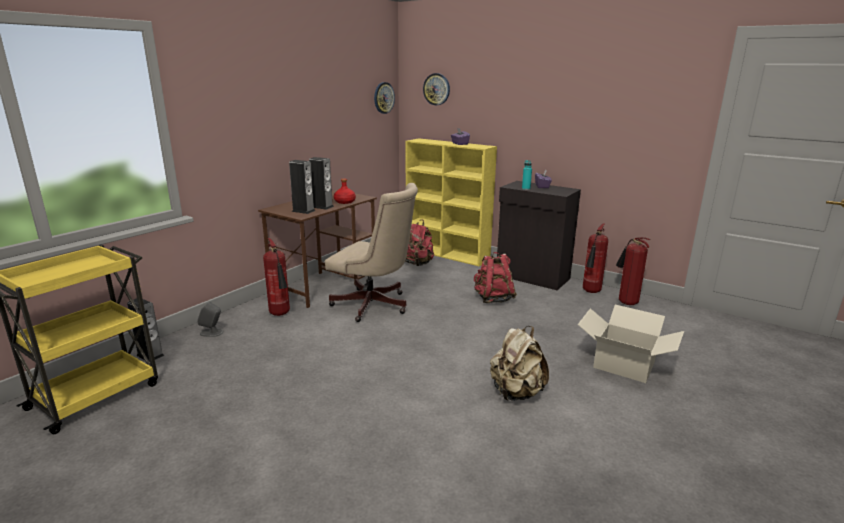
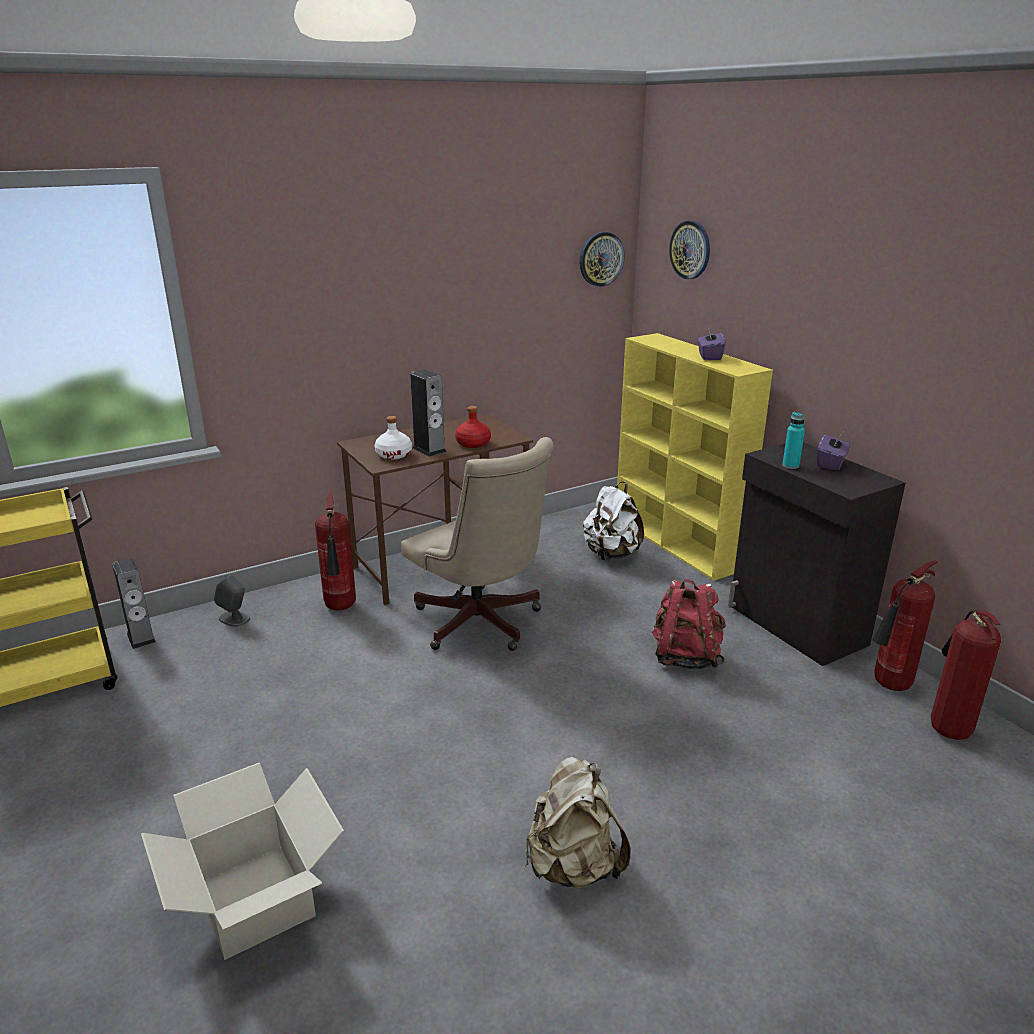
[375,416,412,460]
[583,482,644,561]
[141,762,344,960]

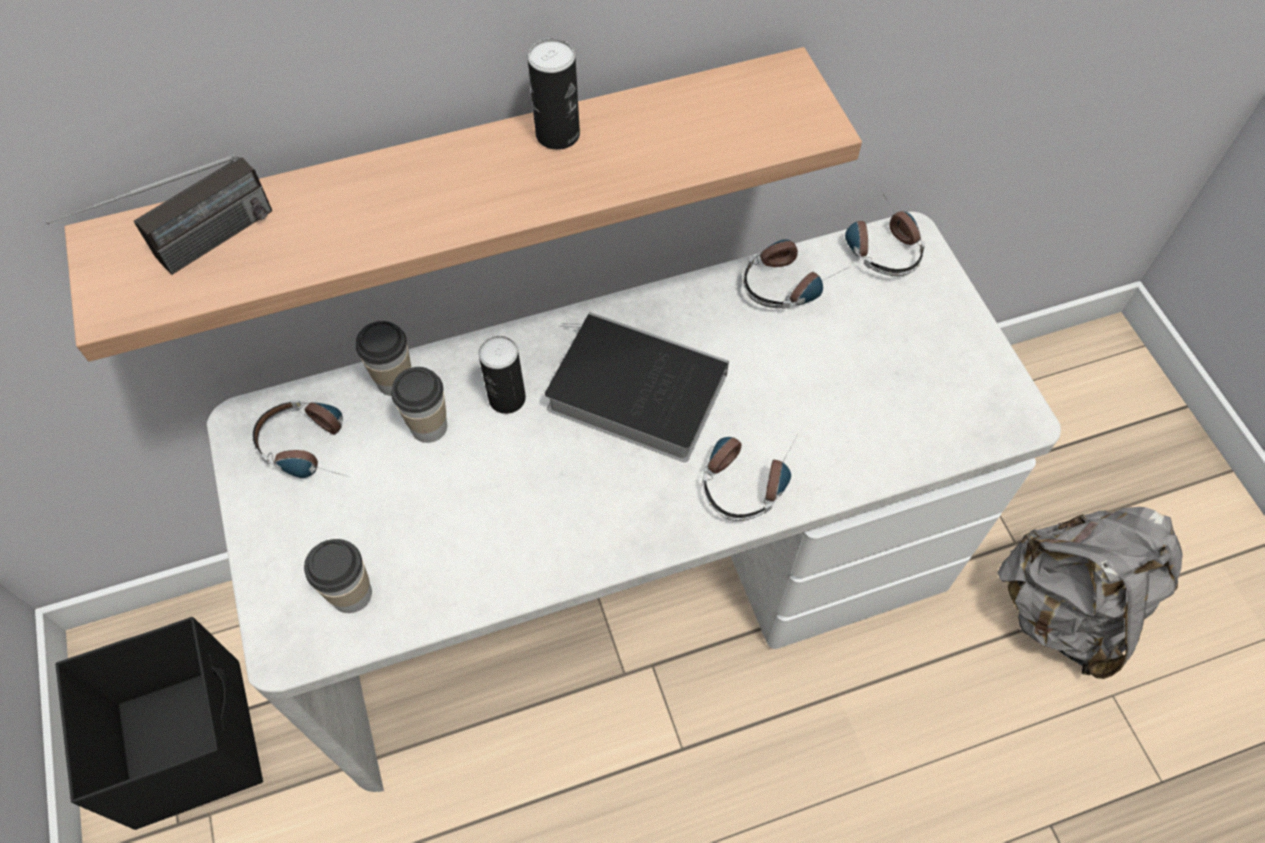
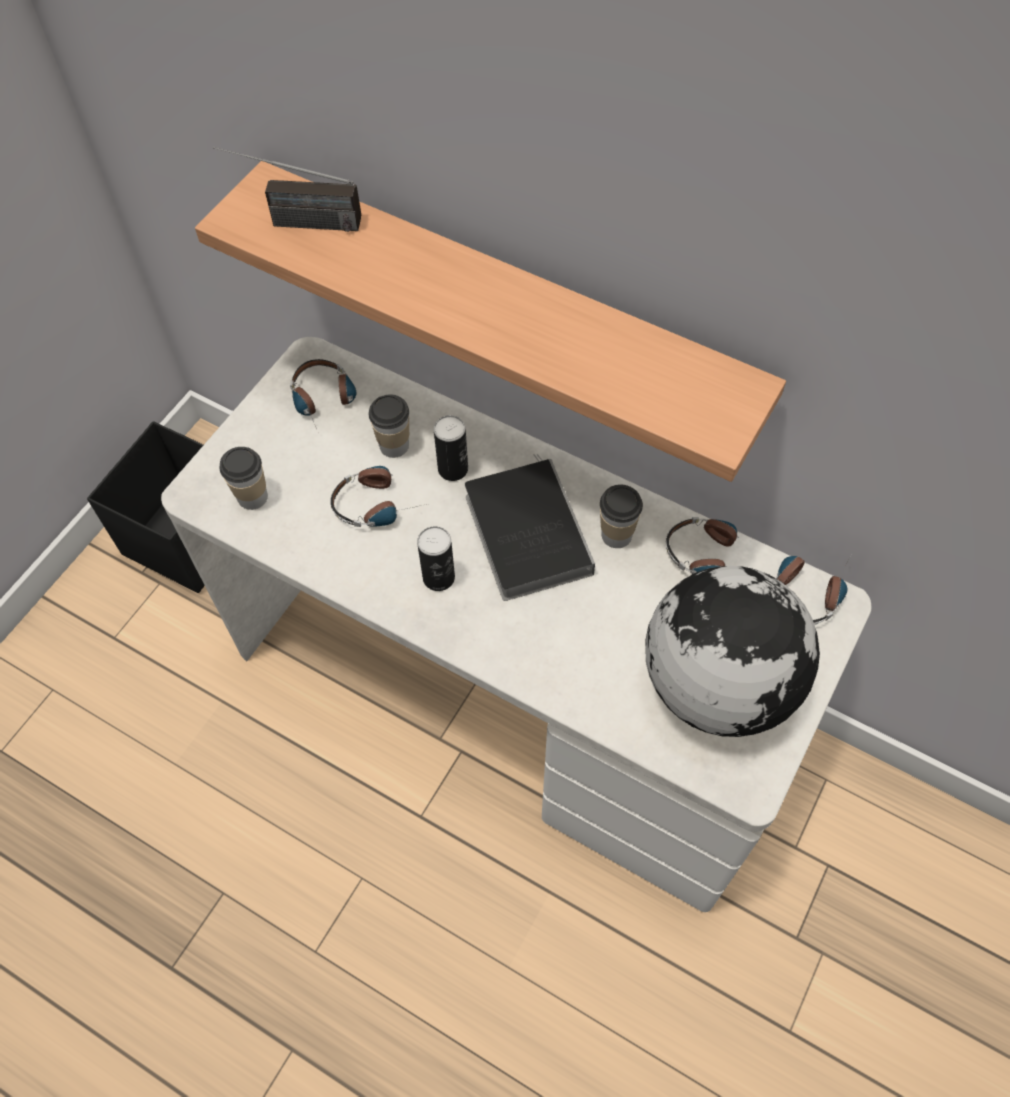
[600,484,643,548]
[417,526,455,591]
[330,466,427,527]
[998,507,1183,679] (first image)
[645,566,820,737]

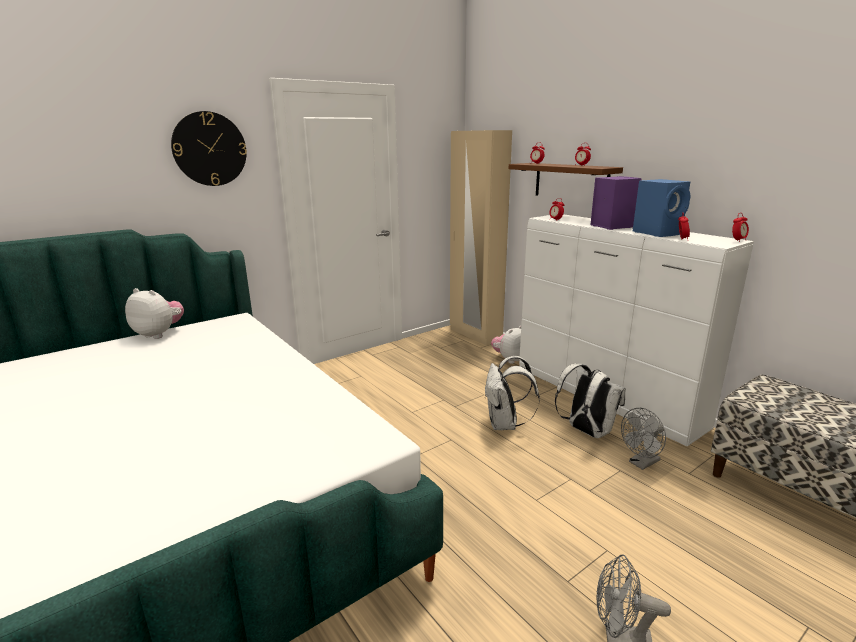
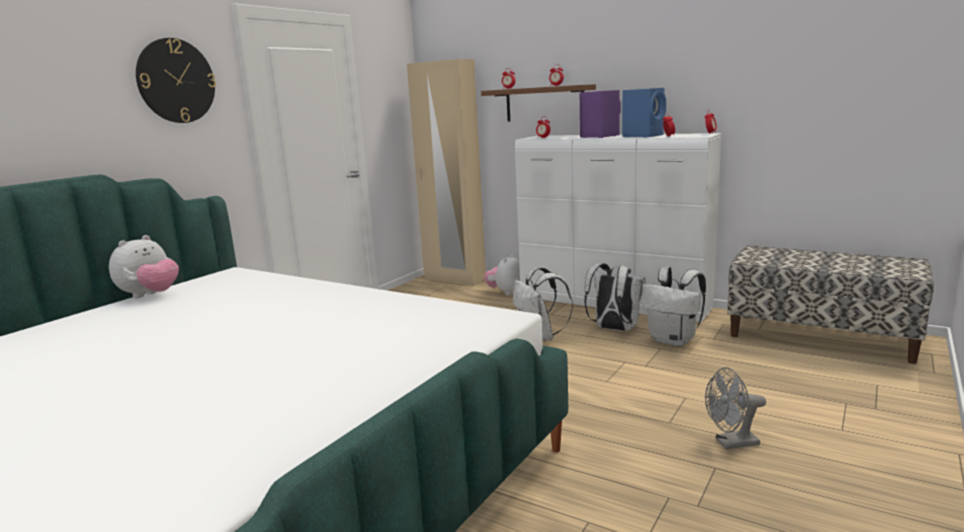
[109,235,179,298]
[641,267,706,346]

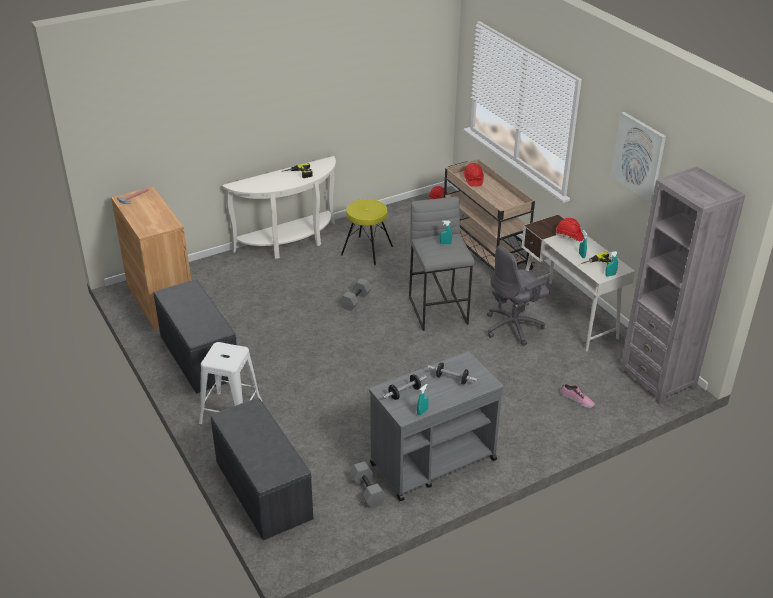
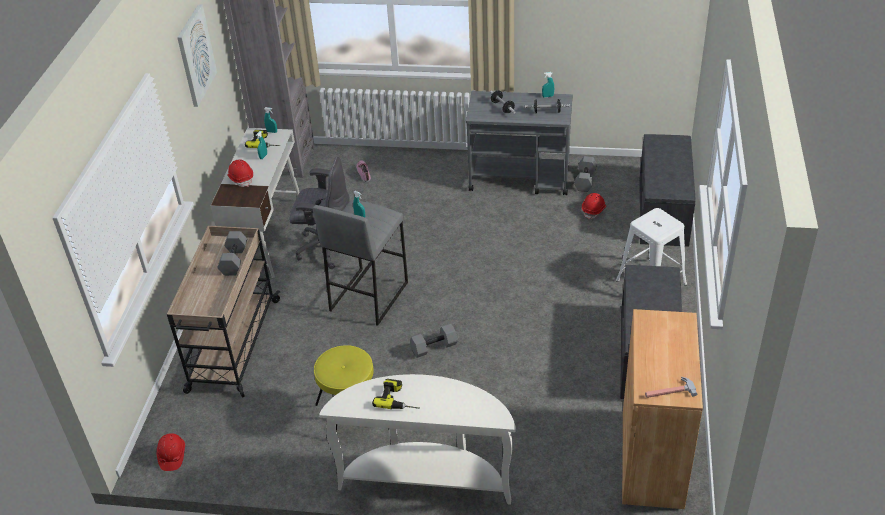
[582,193,606,220]
[217,231,247,276]

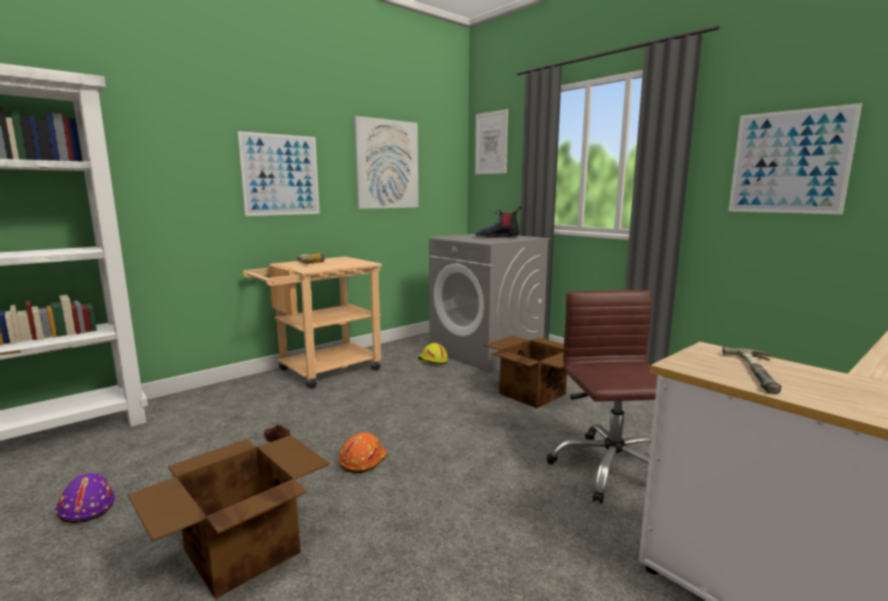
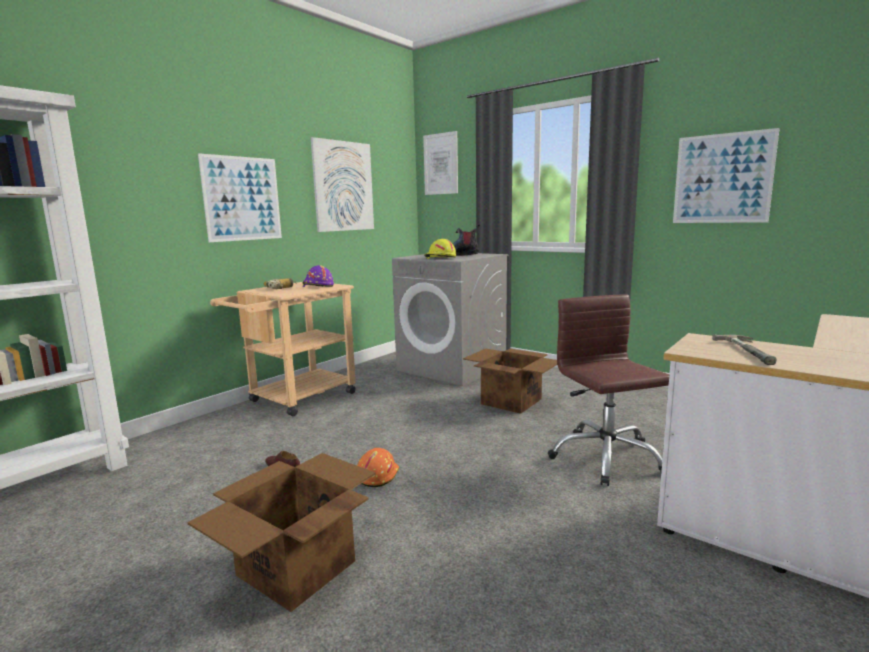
[302,265,334,287]
[424,239,456,259]

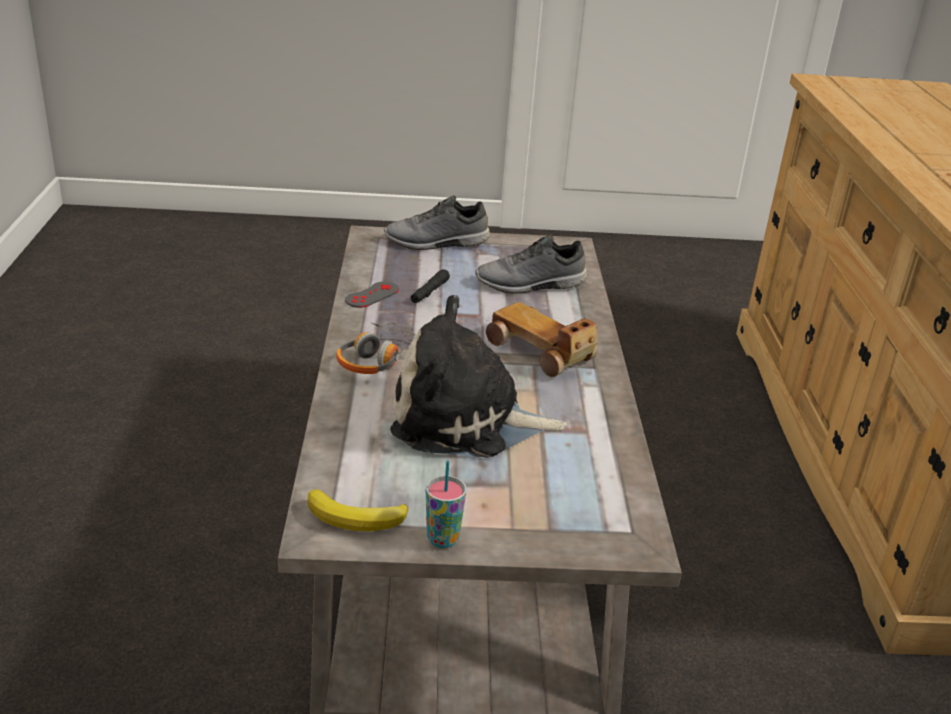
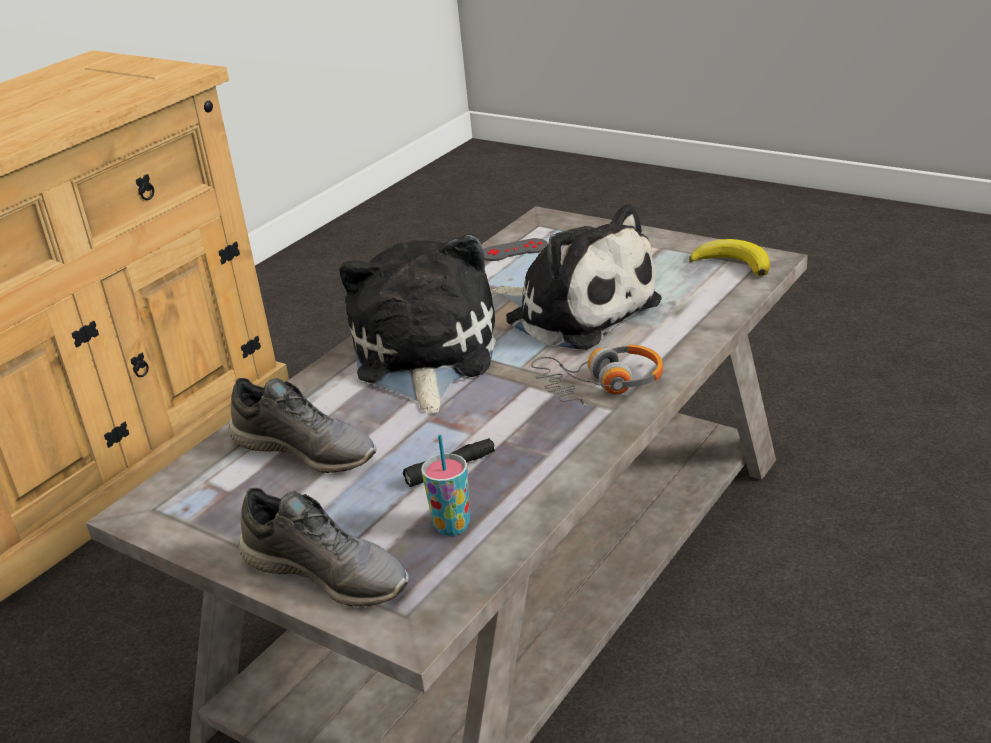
[483,238,548,261]
[421,435,470,536]
[340,234,496,414]

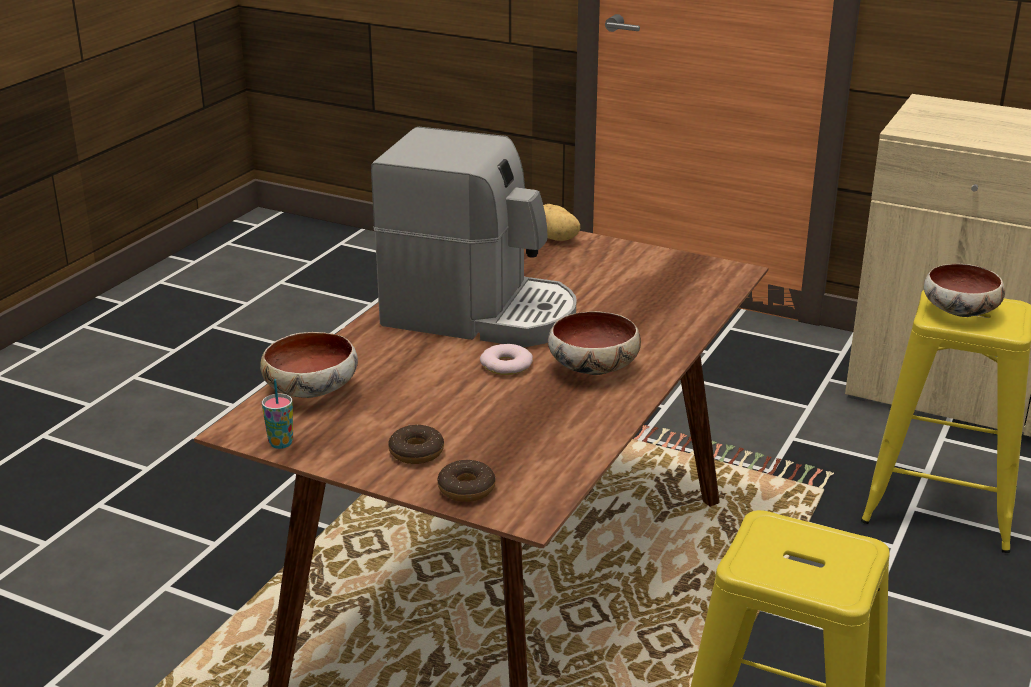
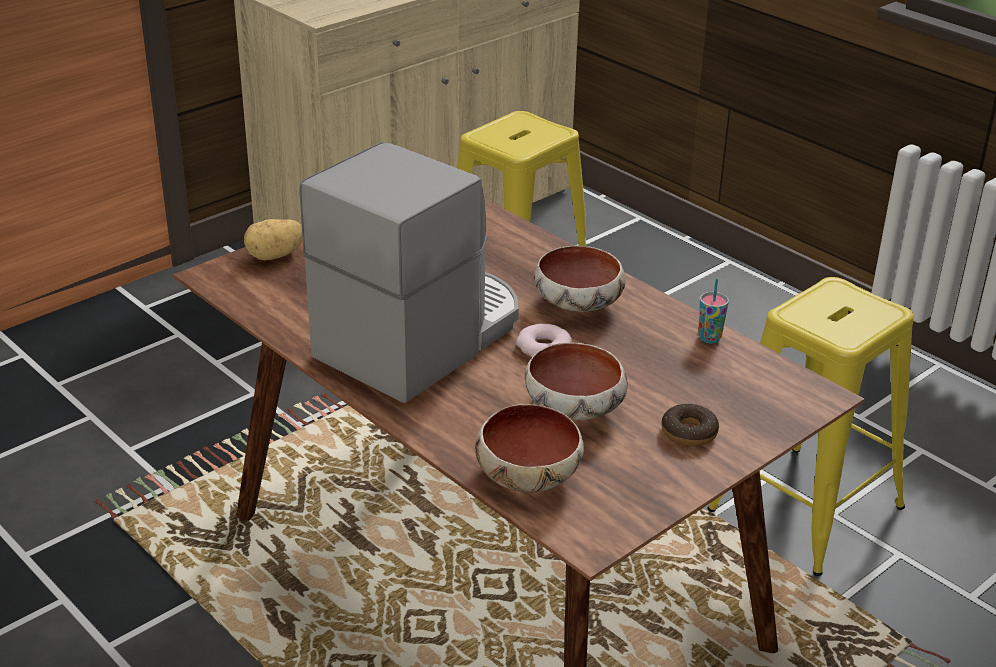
[698,279,729,344]
[438,460,495,502] (first image)
[525,342,628,420]

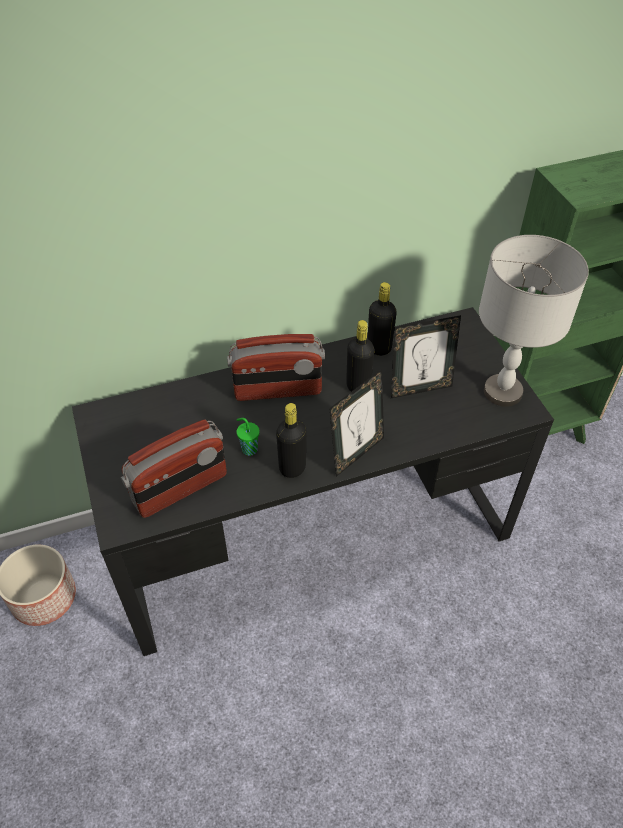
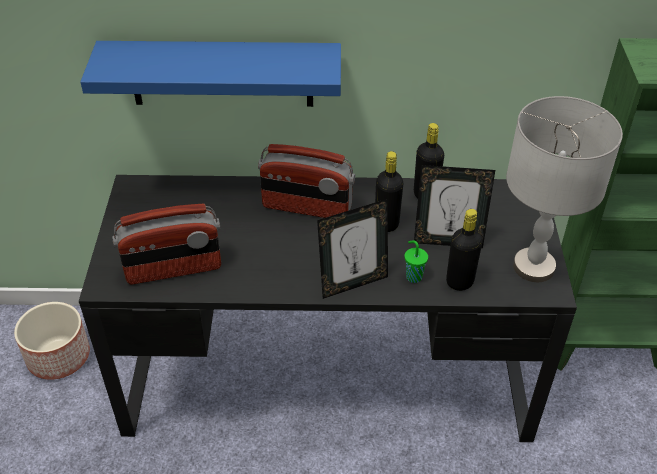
[405,240,428,283]
[446,209,483,291]
[80,41,341,107]

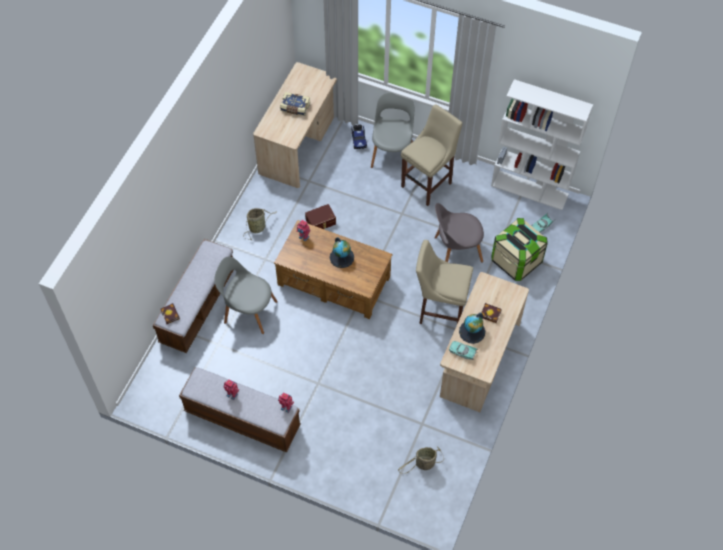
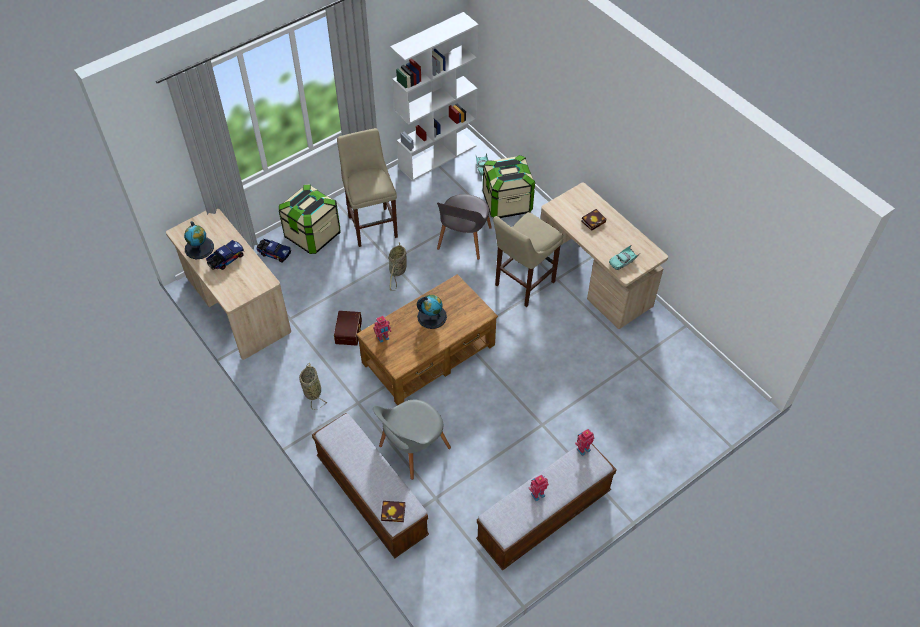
[206,240,244,270]
[279,184,341,254]
[389,242,406,291]
[184,221,214,259]

